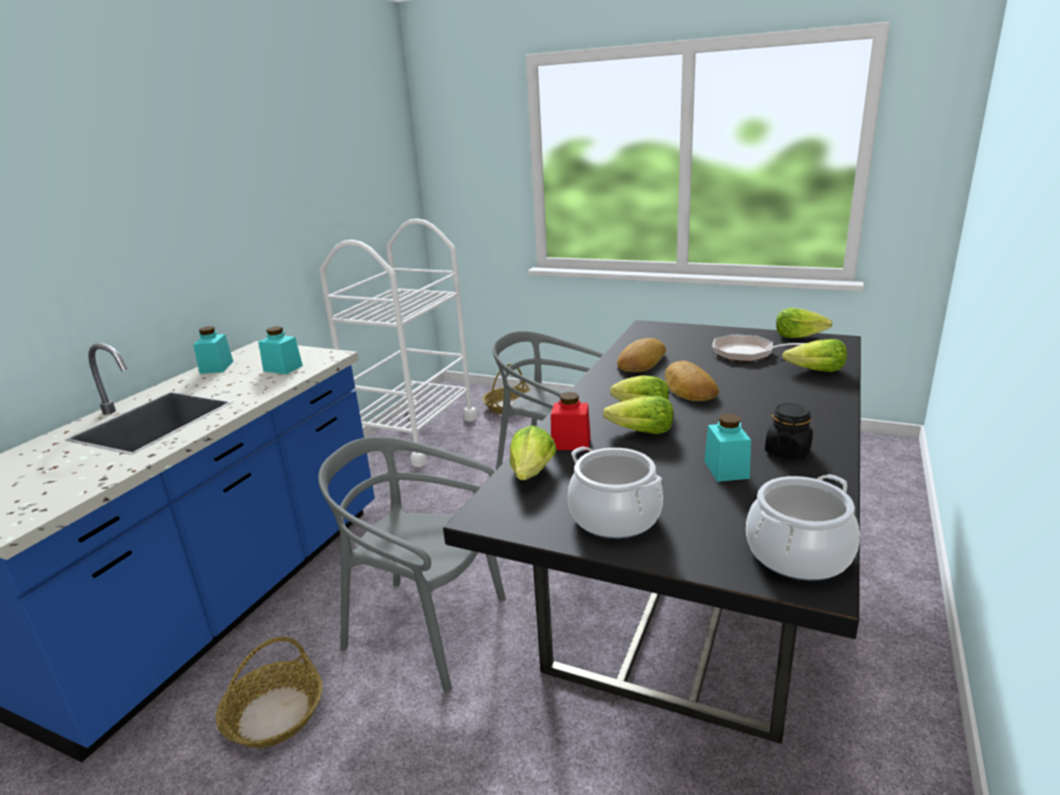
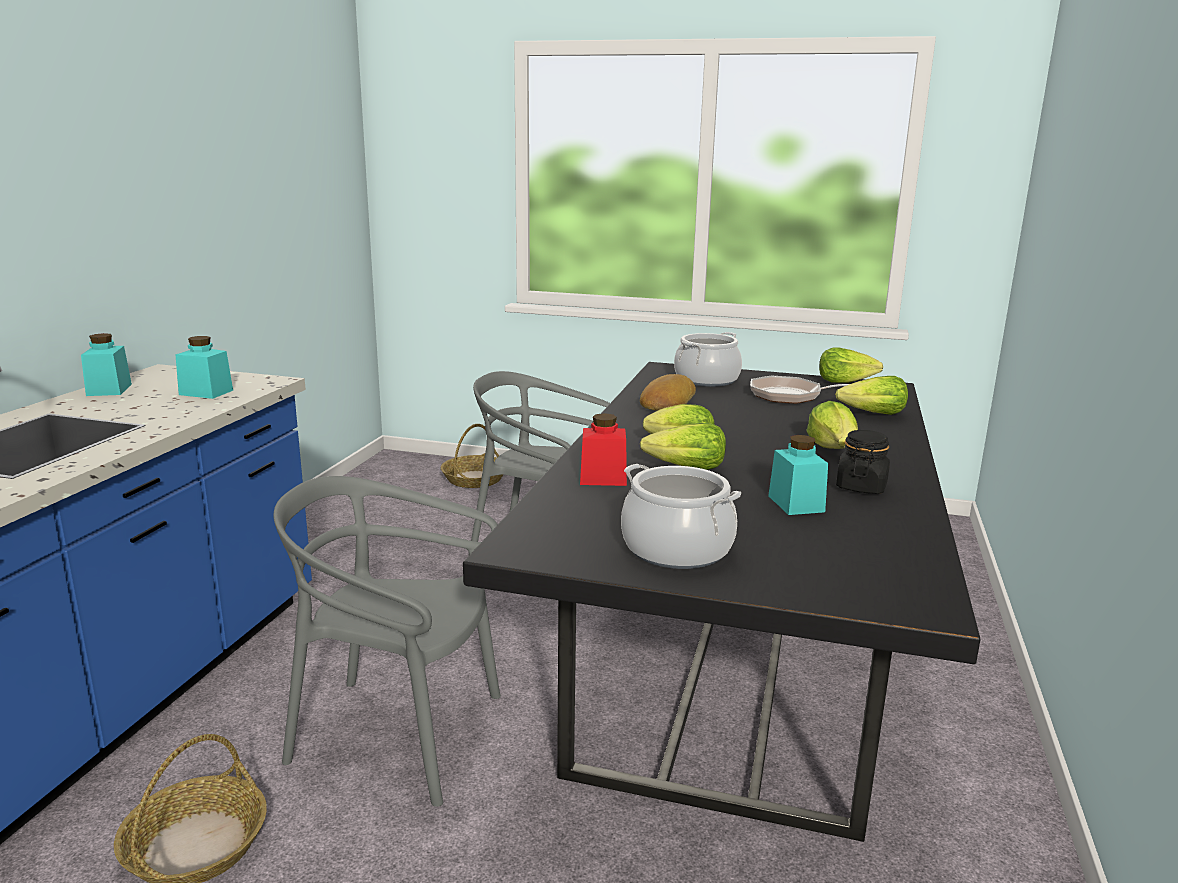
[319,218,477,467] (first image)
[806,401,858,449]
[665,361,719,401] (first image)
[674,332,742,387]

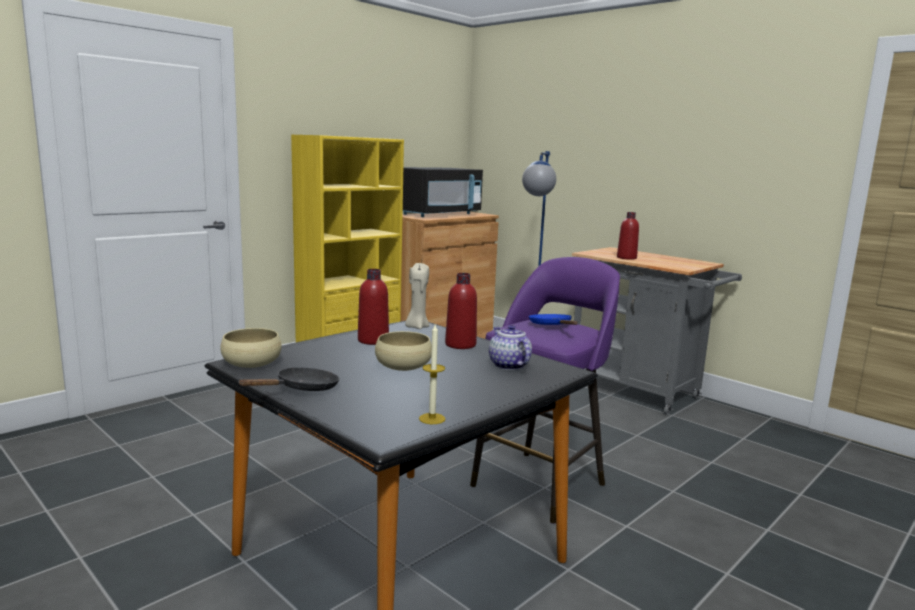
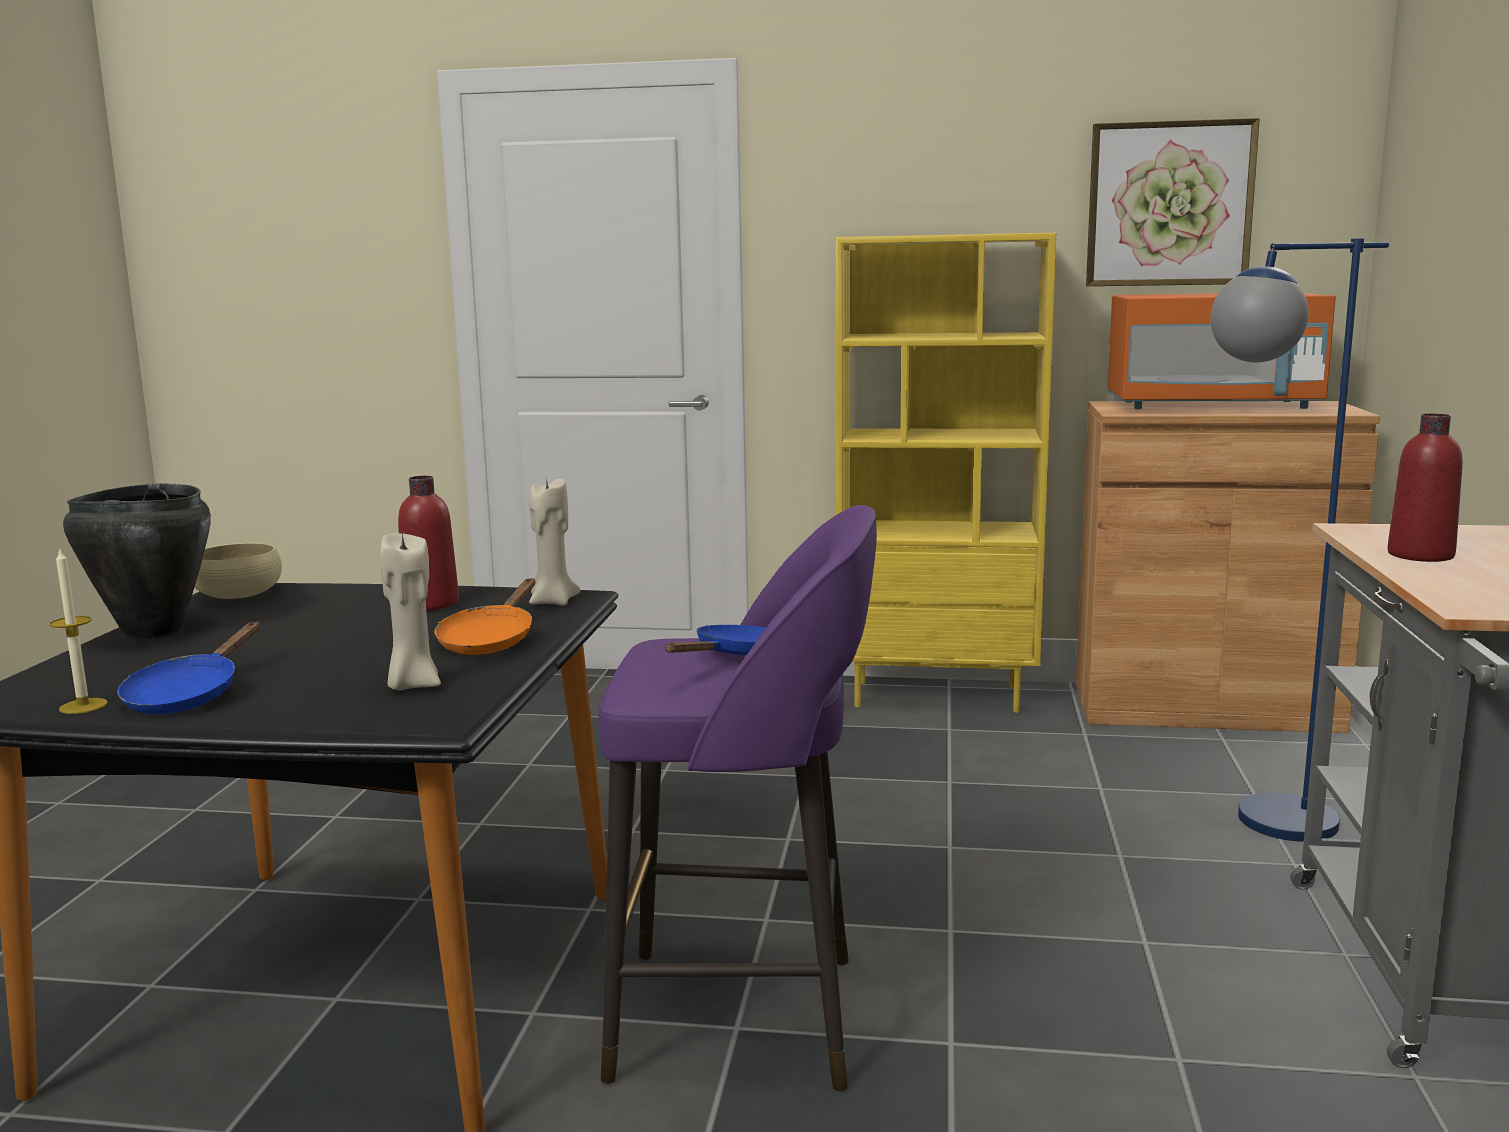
[63,483,211,640]
[375,331,432,371] (first image)
[1108,293,1336,409]
[435,578,536,655]
[380,533,441,690]
[117,622,260,714]
[1086,118,1260,286]

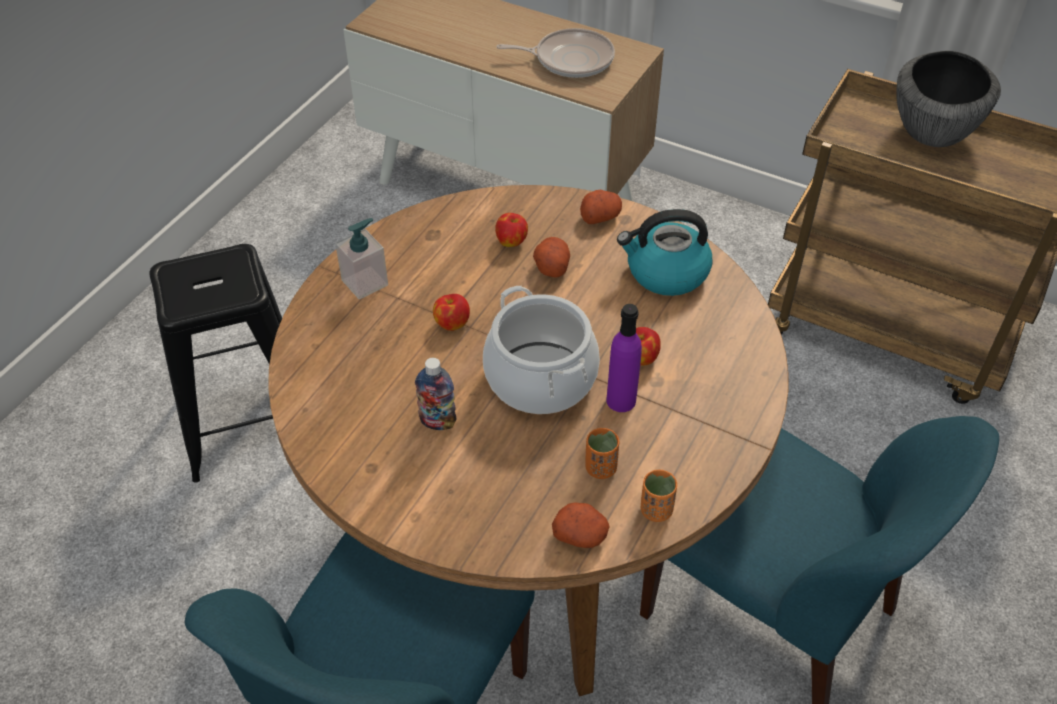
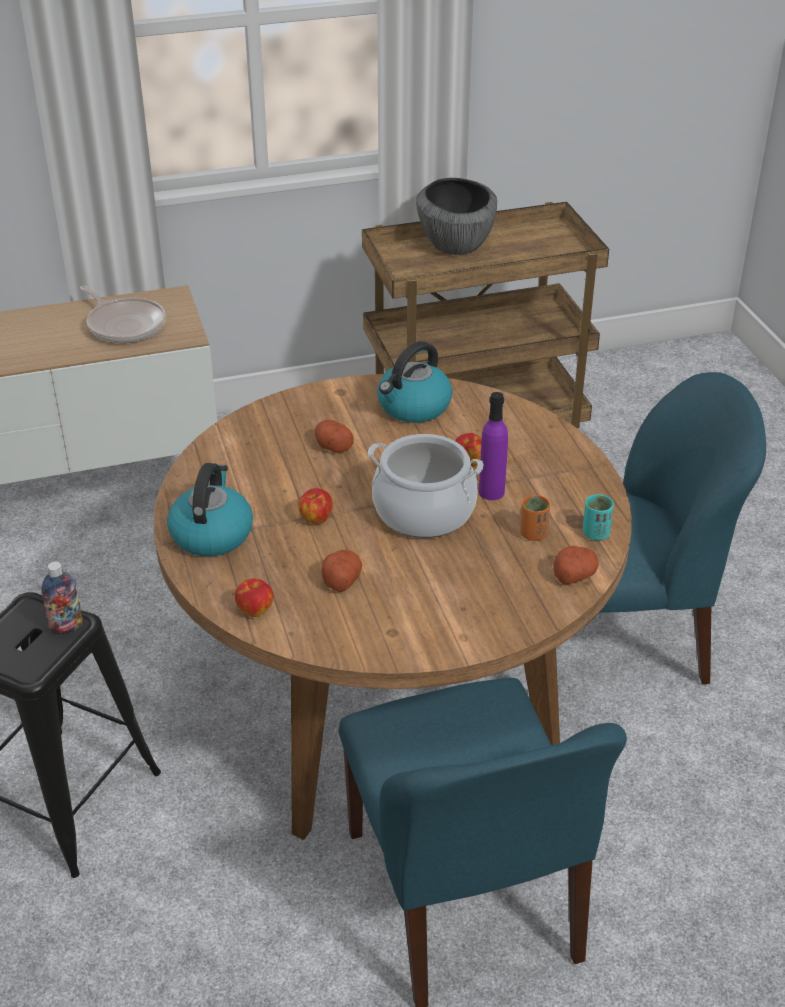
[167,463,253,556]
[41,562,82,635]
[235,578,273,617]
[80,286,166,343]
[321,550,362,592]
[583,494,614,540]

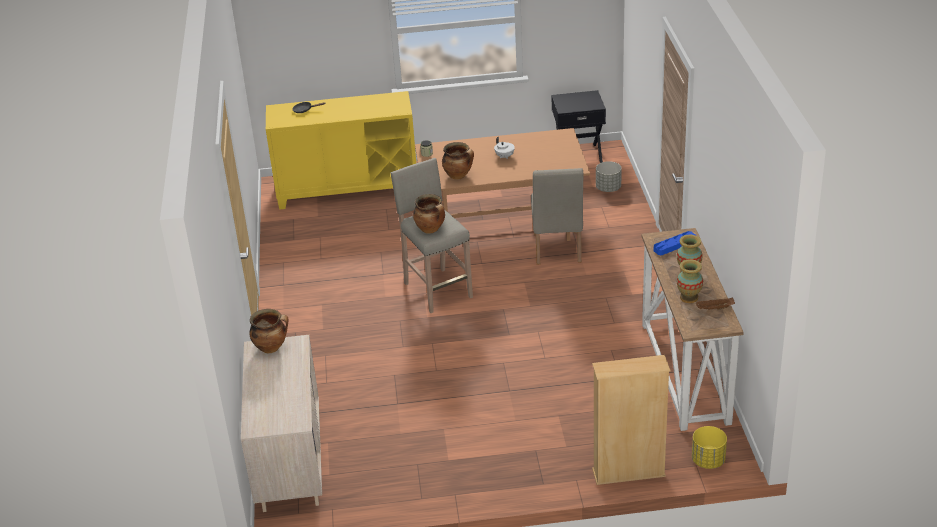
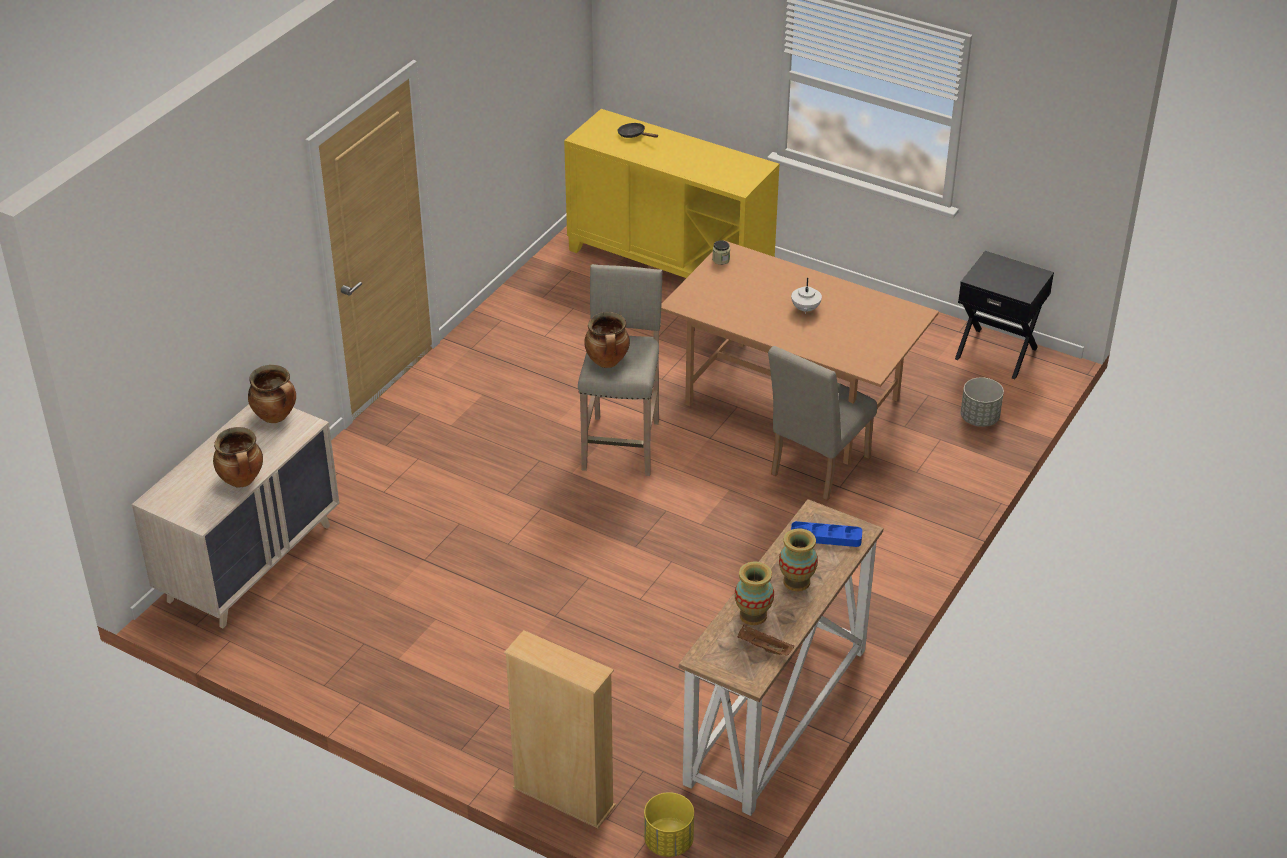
[213,427,263,488]

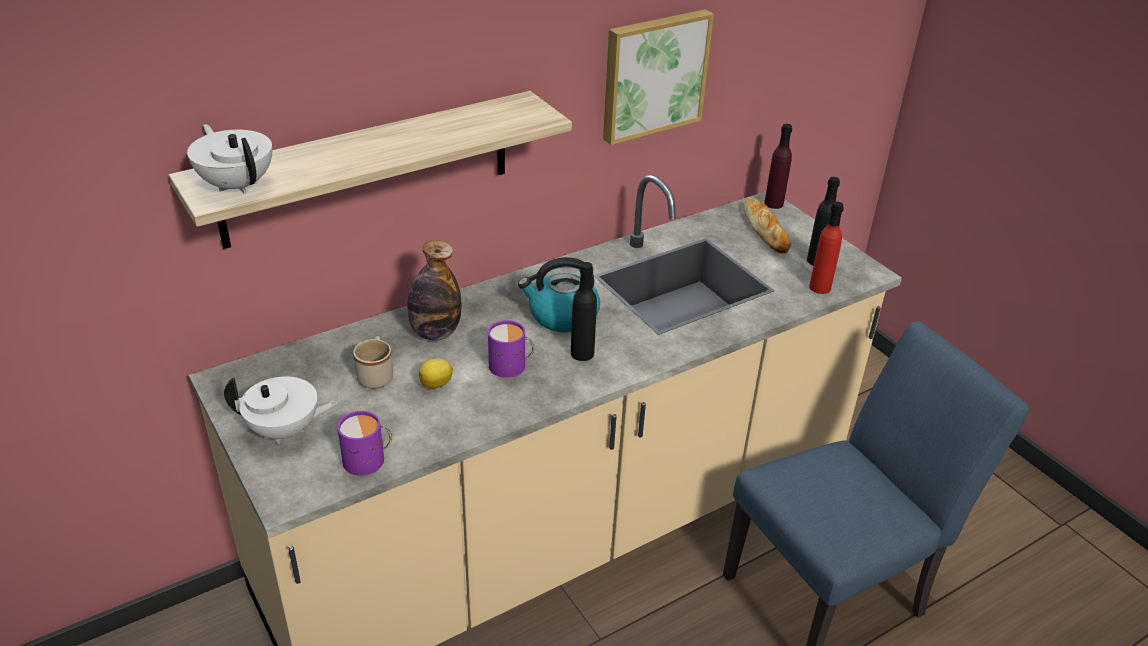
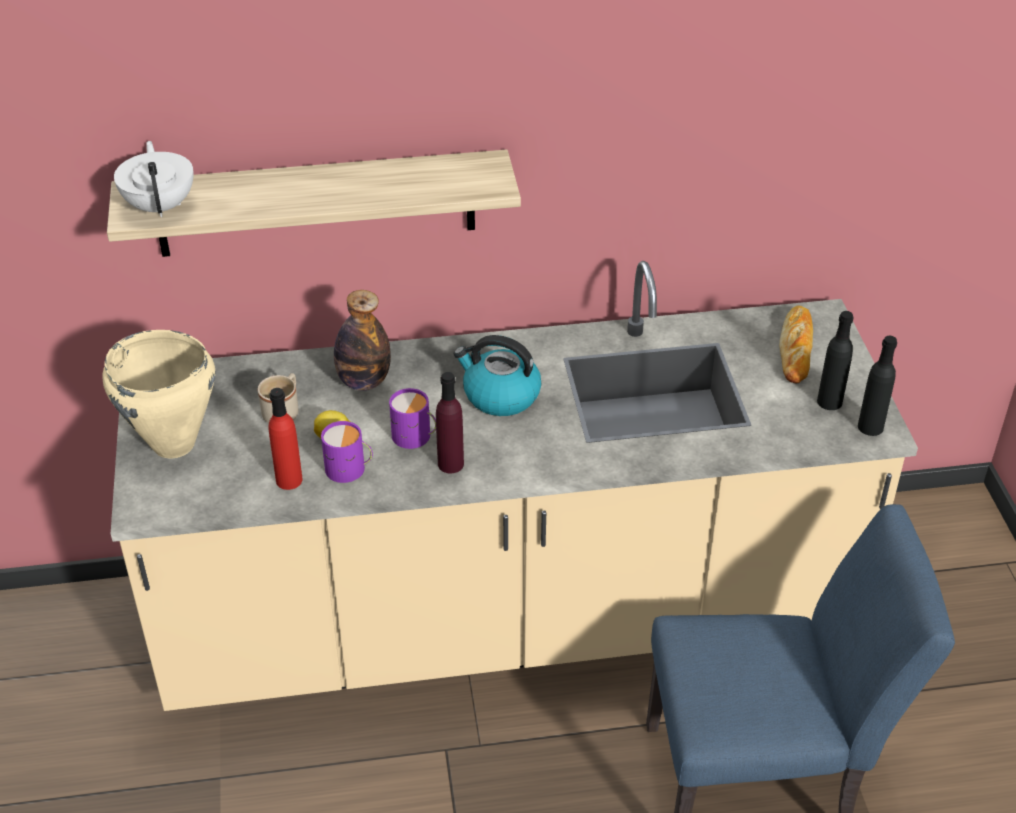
[102,330,215,458]
[321,421,373,483]
[858,336,897,436]
[603,9,714,145] (first image)
[436,372,464,473]
[269,388,303,490]

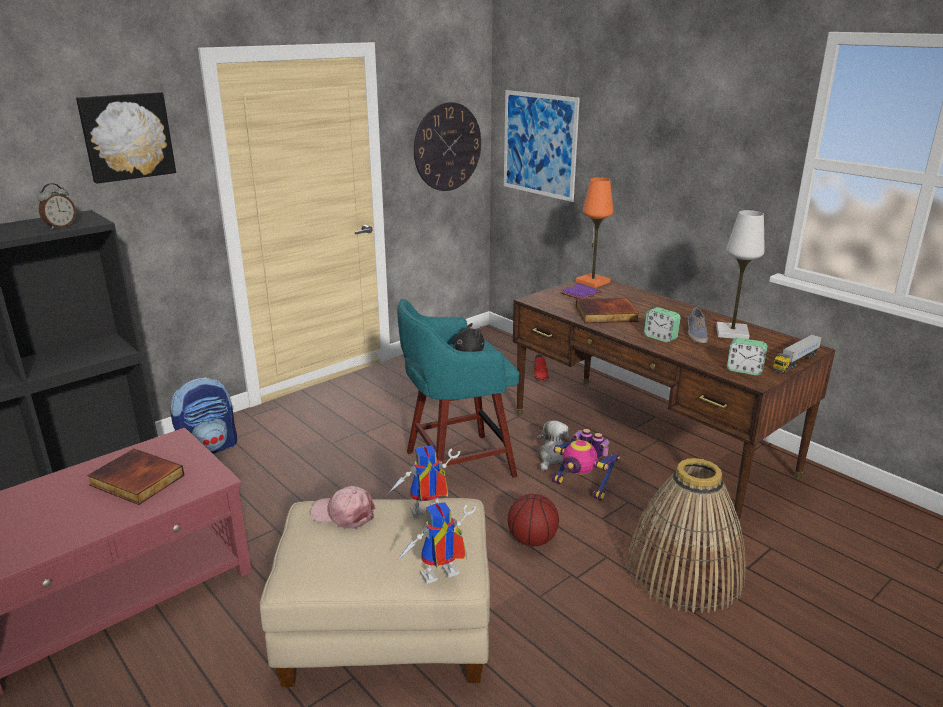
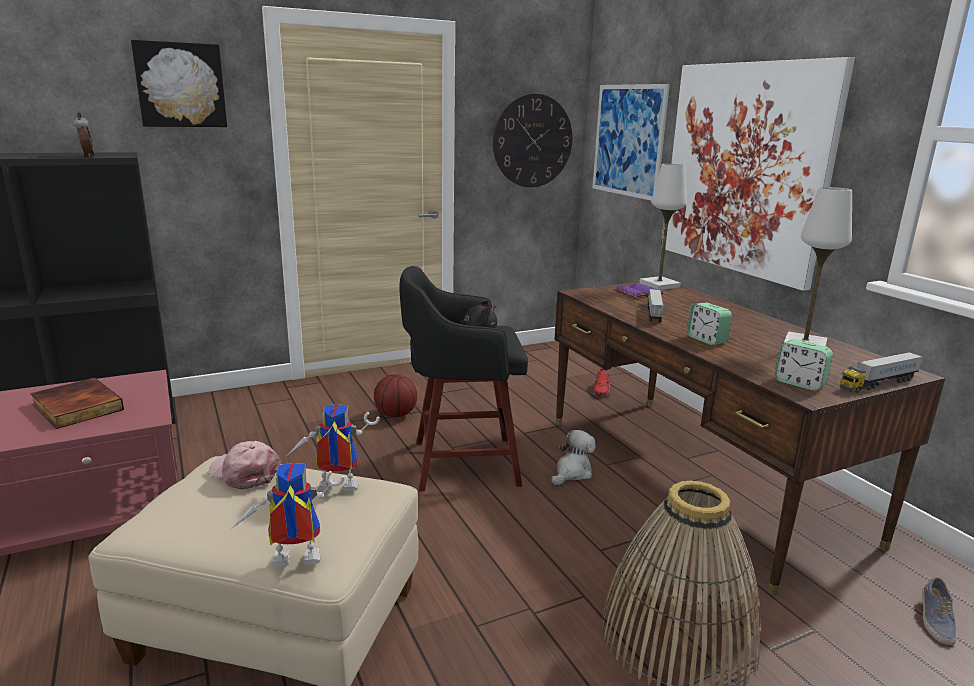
[73,111,95,157]
[171,377,237,454] (first image)
[399,266,528,491]
[374,374,417,418]
[552,429,620,501] (first image)
[639,164,687,290]
[647,289,664,322]
[922,577,957,645]
[662,57,855,291]

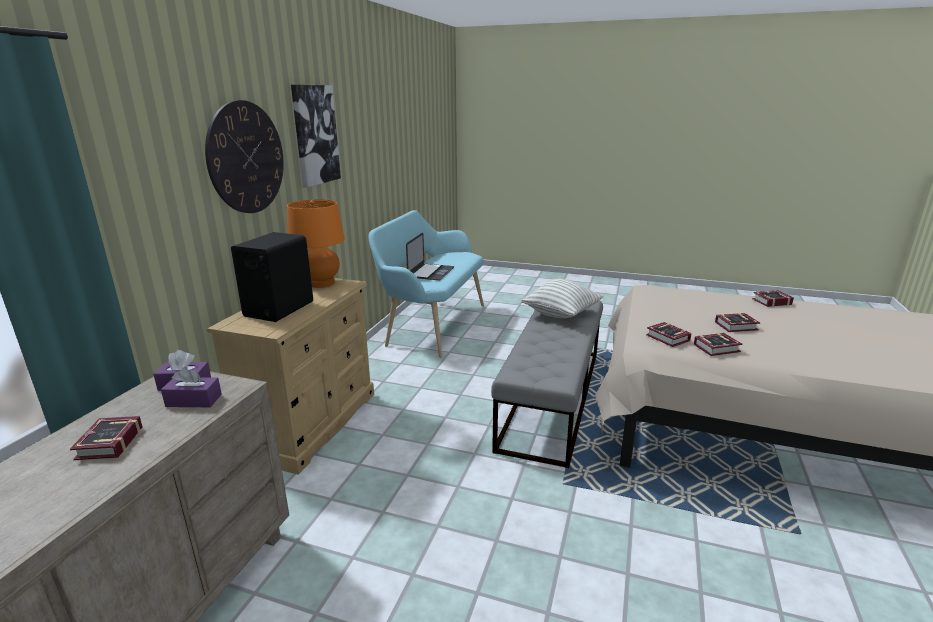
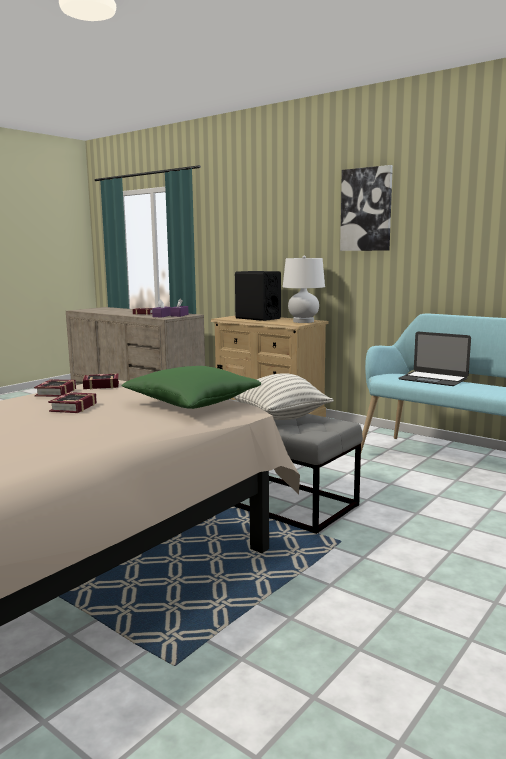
[205,100,284,213] (first image)
[283,256,325,323]
[752,290,794,307] (first image)
[121,366,261,409]

